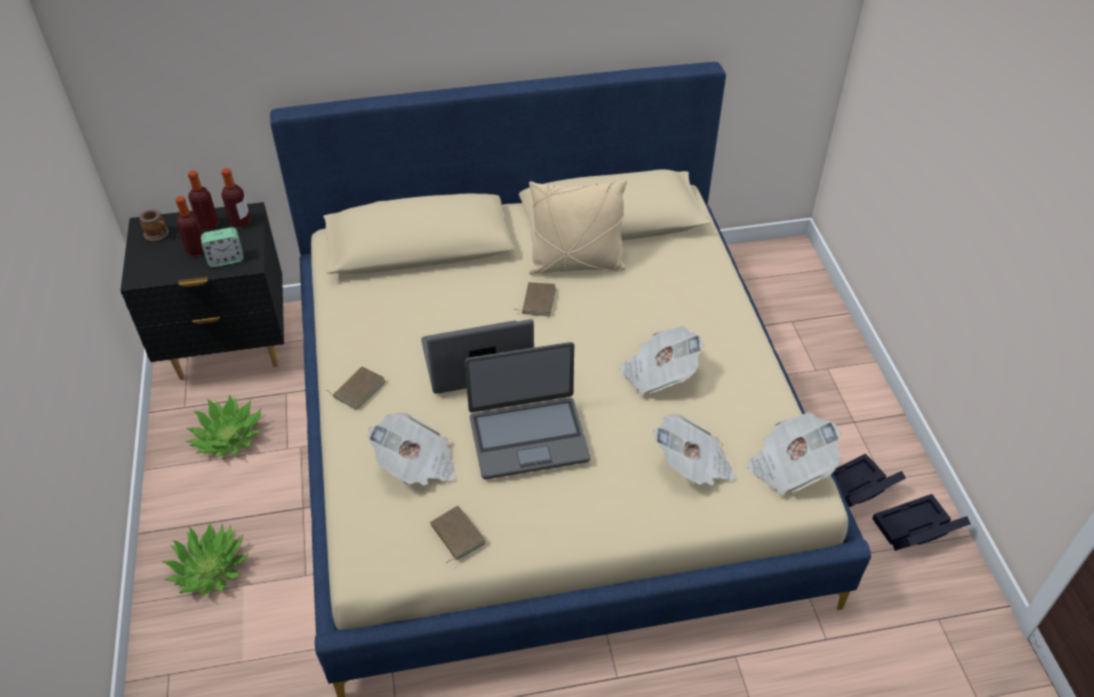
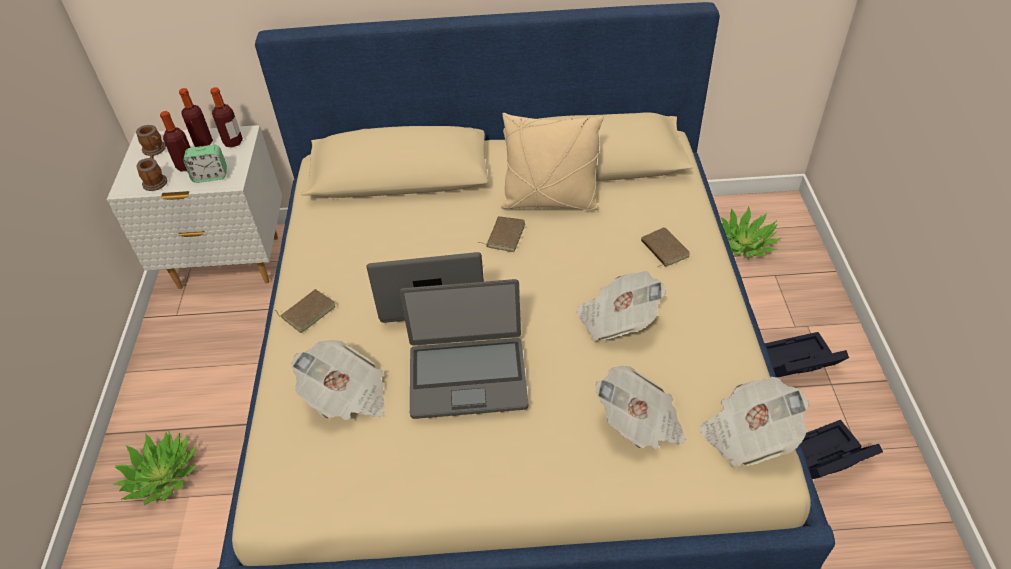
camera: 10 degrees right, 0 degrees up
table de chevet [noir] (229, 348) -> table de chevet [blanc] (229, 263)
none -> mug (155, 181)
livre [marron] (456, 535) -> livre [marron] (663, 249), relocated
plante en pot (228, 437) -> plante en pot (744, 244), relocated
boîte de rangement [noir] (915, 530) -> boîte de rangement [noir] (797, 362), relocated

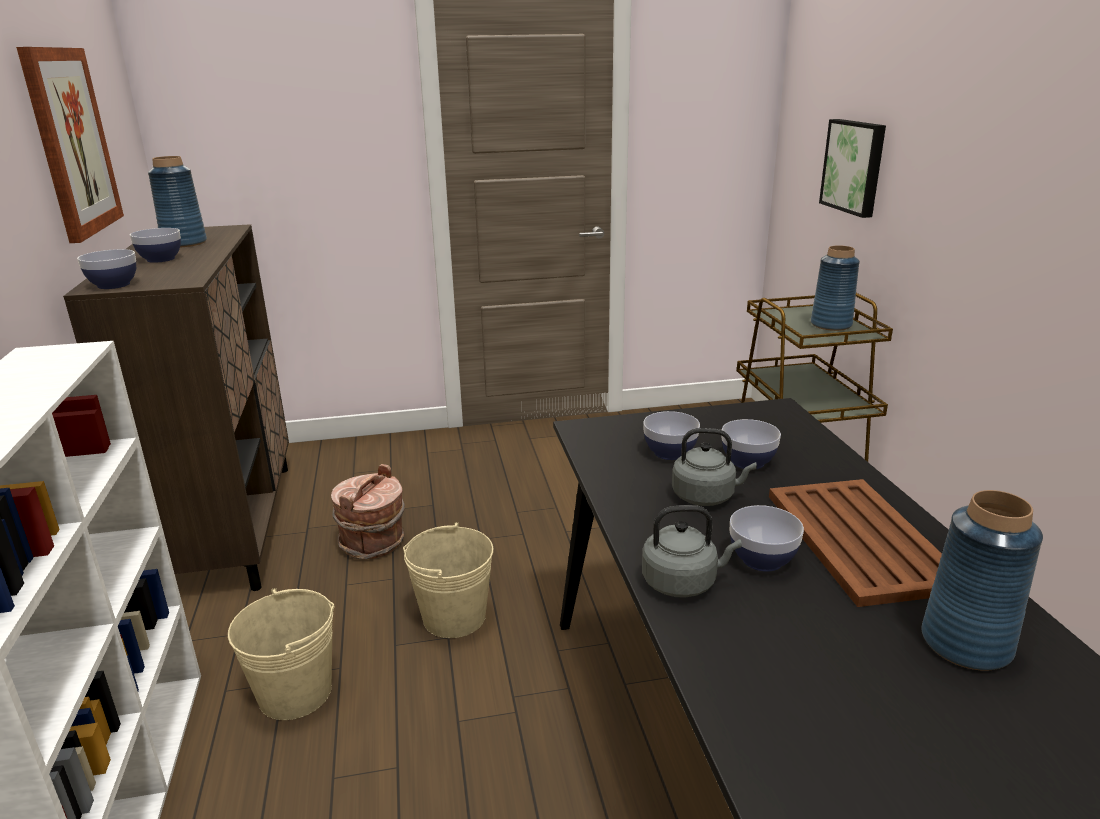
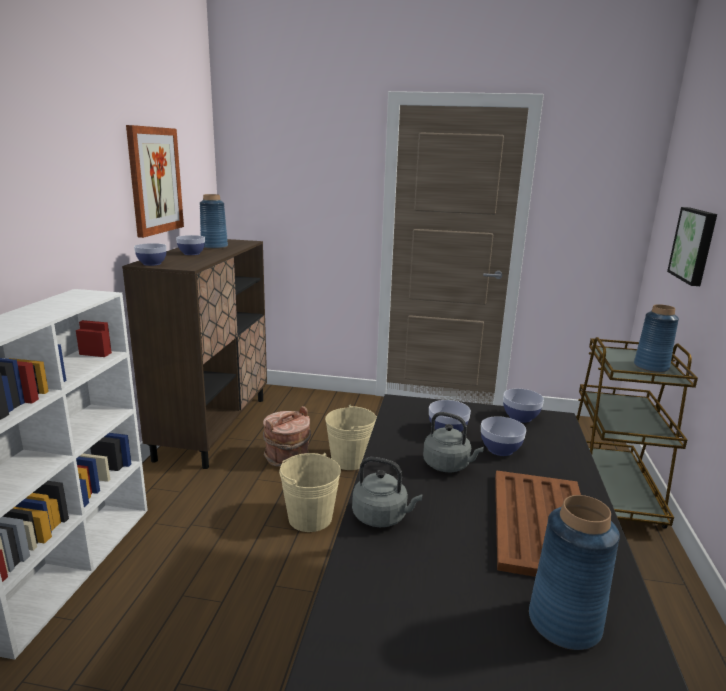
camera: 20 degrees right, 5 degrees down
seau [beige] (295, 693) -> seau [beige] (349, 460), relocated
bol (762, 559) -> bol (520, 417), relocated

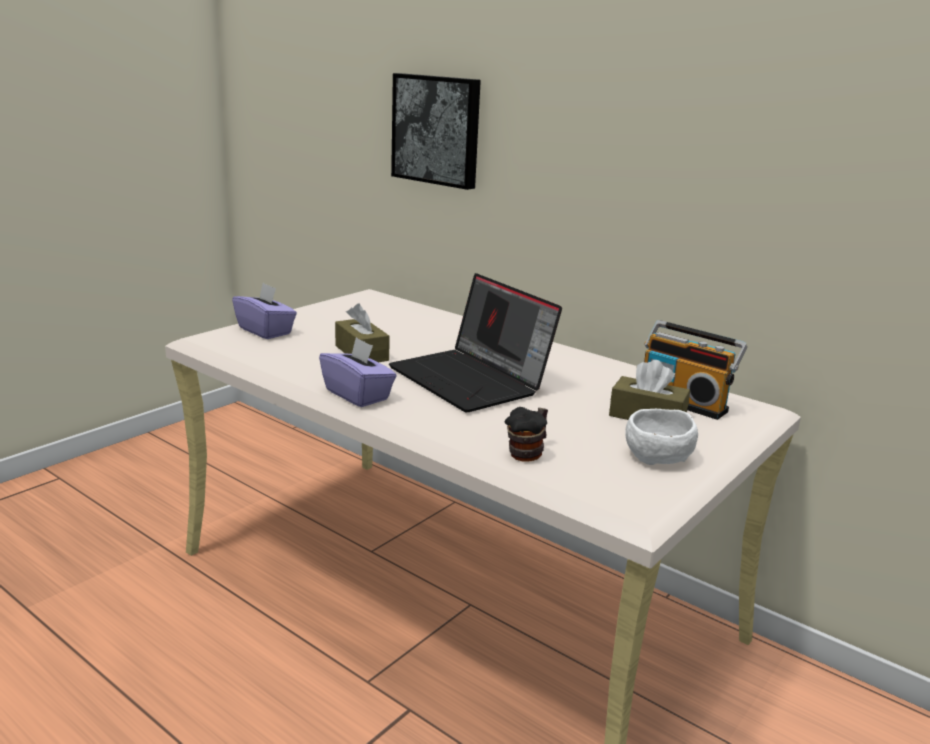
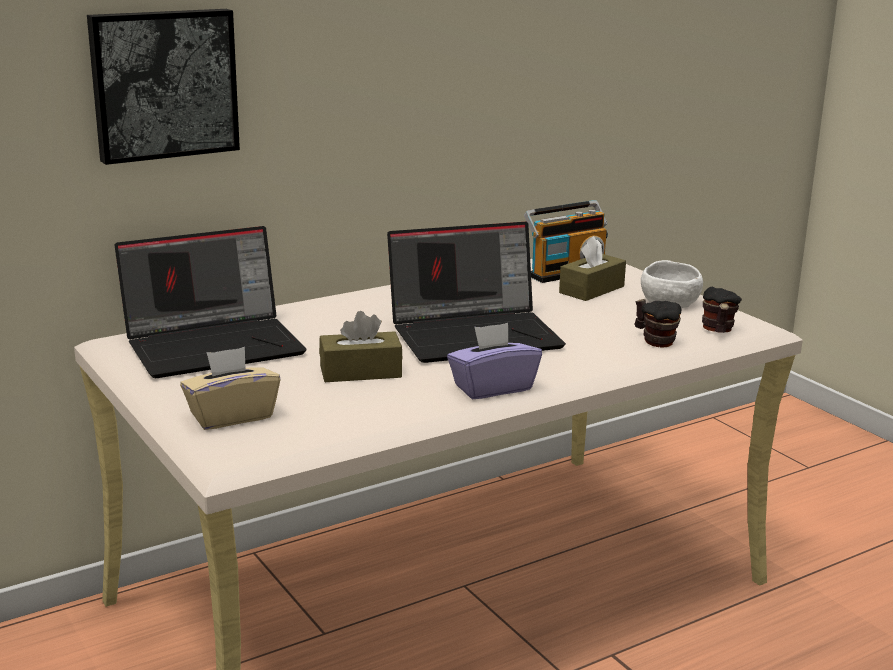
camera: 70 degrees left, 0 degrees up
none -> ordinateur portable (215, 345)
boîte à mouchoirs [violet] (265, 331) -> boîte à mouchoirs [beige] (231, 416)
none -> mug (717, 331)

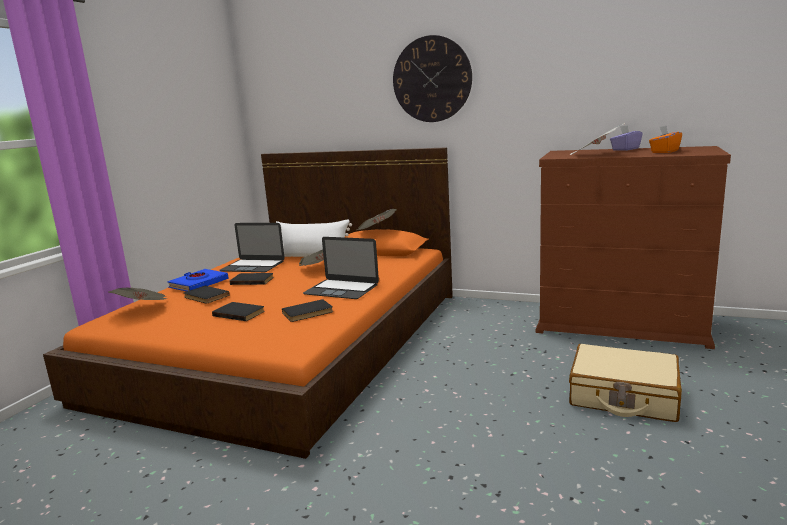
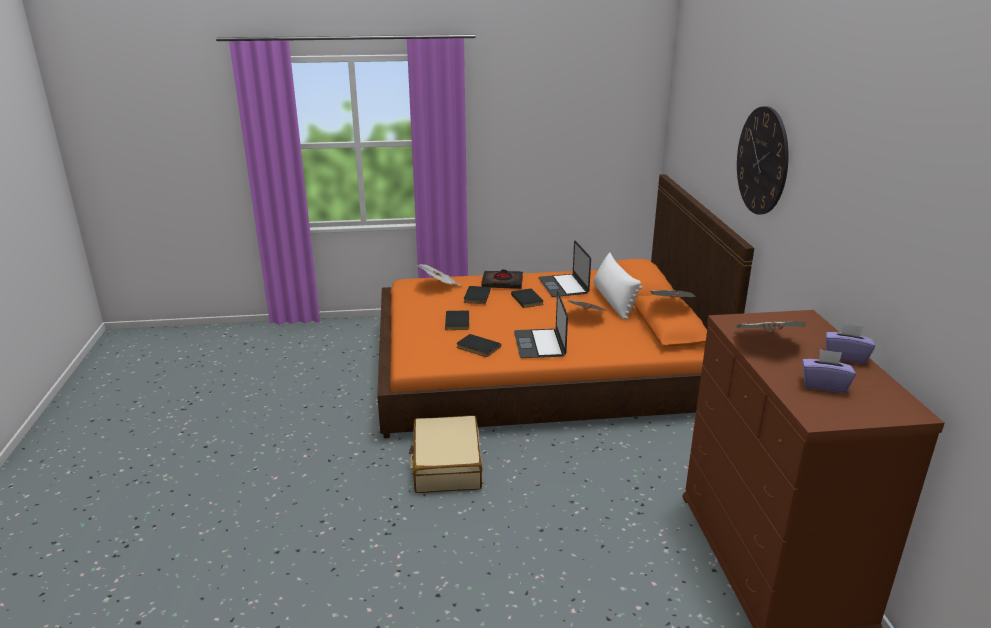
camera: 60 degrees right, 10 degrees up
valise [beige] (623, 396) -> valise [beige] (446, 465), relocated
livre [bleu] (198, 284) -> livre [noir] (502, 283)
boîte à mouchoirs [orange] (664, 152) -> boîte à mouchoirs [violet] (824, 385)

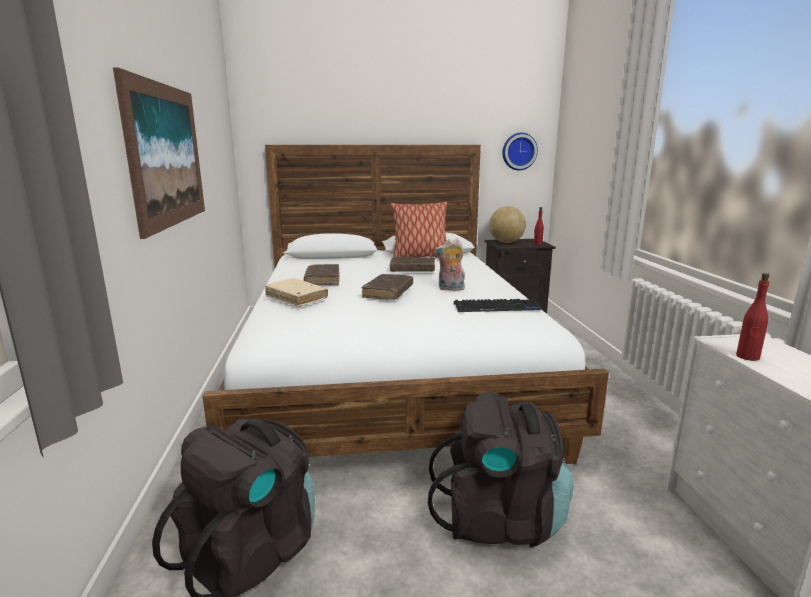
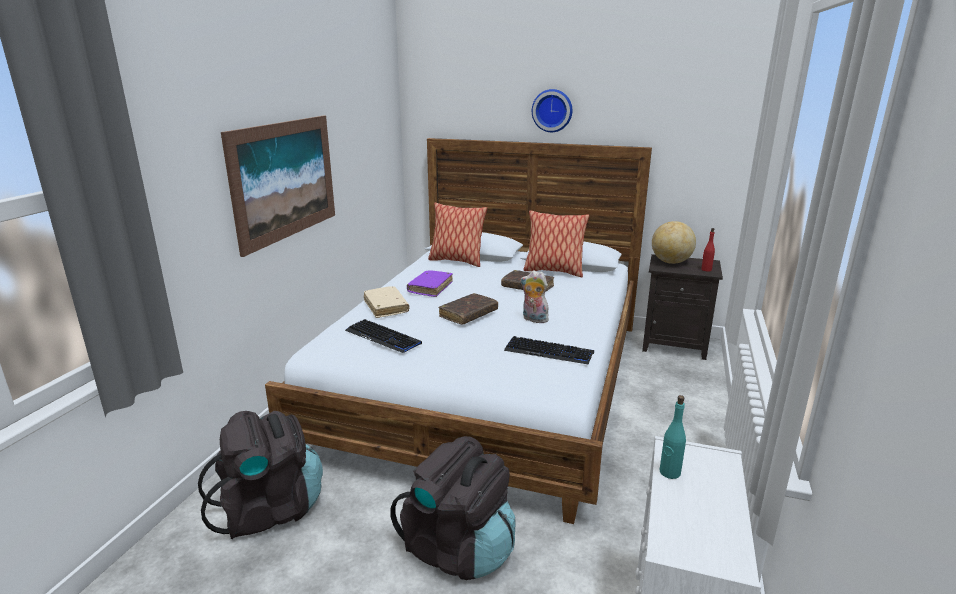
camera: 25 degrees right, 5 degrees up
none -> clavier (383, 337)
livre [marron] (322, 280) -> livre [violet] (430, 288)
none -> coussin (456, 261)
horloge murale (518, 151) -> horloge murale (552, 110), relocated
bouteille [rouge] (747, 357) -> bouteille [turquoise] (669, 472)

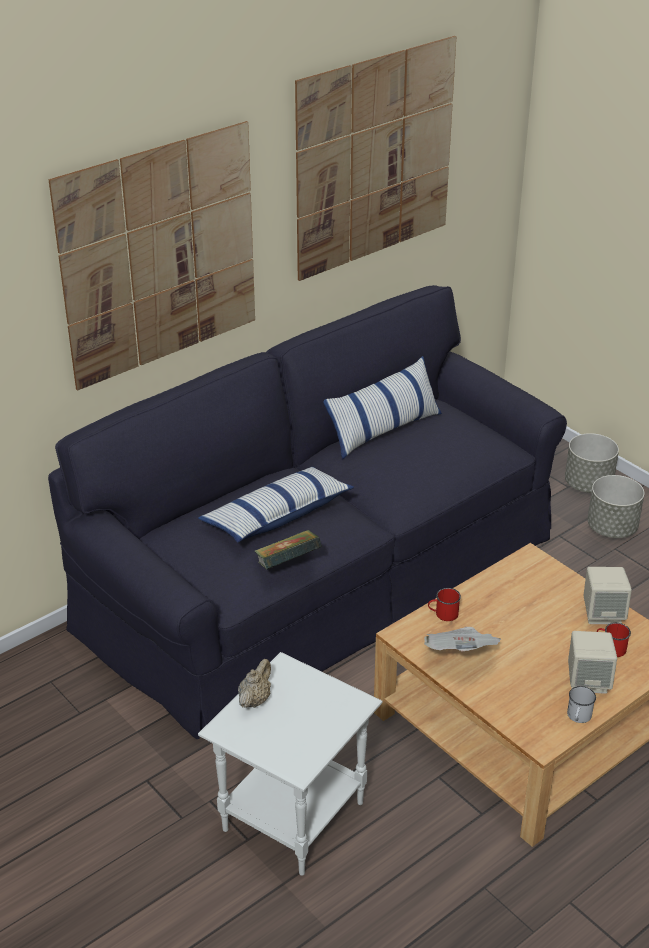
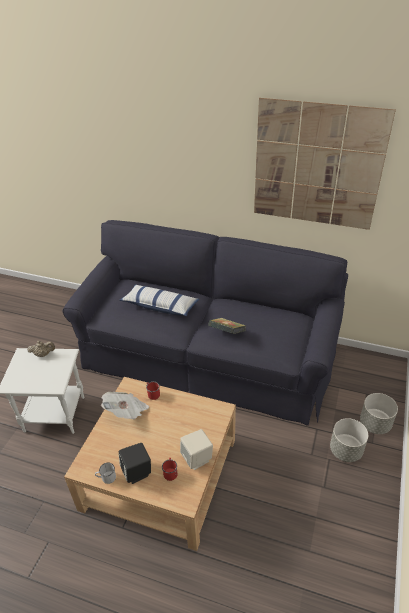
camera: 60 degrees right, 5 degrees up
enceinte [beige] (588, 681) -> enceinte [noir] (137, 472)
livre (288, 565) -> livre (227, 333), relocated
tableau (159, 255) -> none
coussin (383, 430) -> none

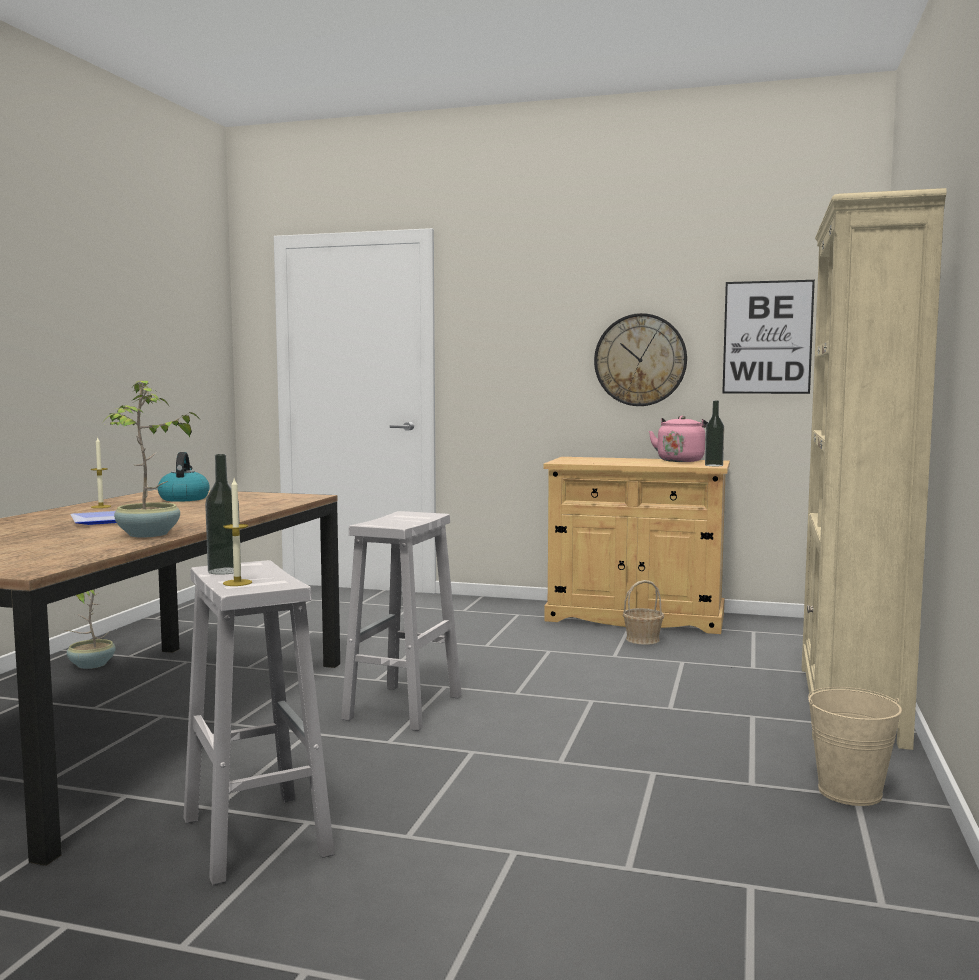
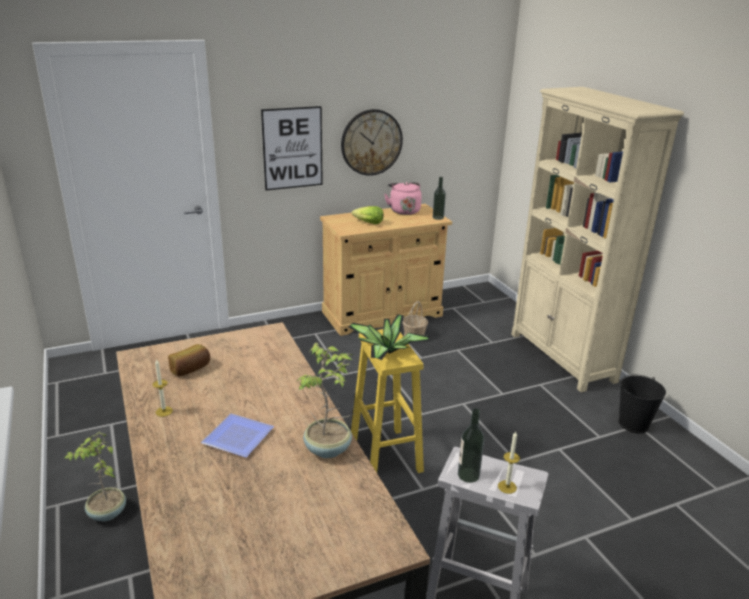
camera: 40 degrees left, 20 degrees up
bouilloire (184, 498) -> pain (191, 369)
tableau (767, 337) -> tableau (292, 148), relocated
none -> plante en pot (387, 352)
tabouret [blanc] (402, 708) -> tabouret [jaune] (386, 456)
none -> laitue (368, 223)
seau [beige] (850, 792) -> seau [noir] (634, 424)

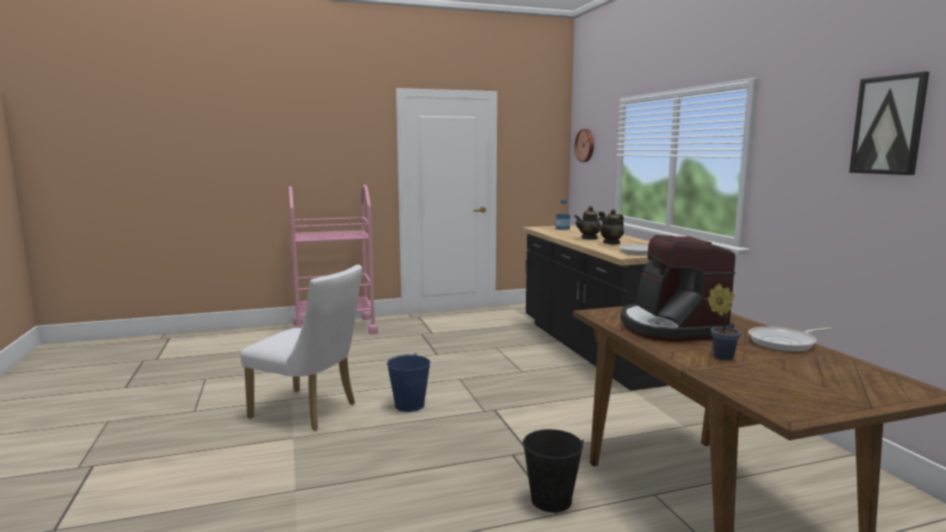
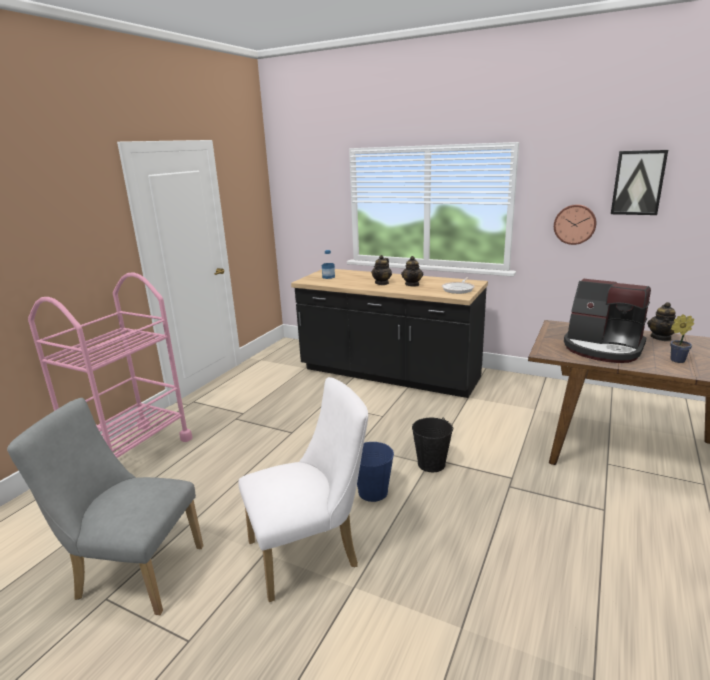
camera: 45 degrees left, 10 degrees up
none -> chaise [gris] (133, 572)
seau [noir] (551, 500) -> seau [noir] (431, 464), relocated
horloge murale (585, 145) -> horloge murale (574, 224), relocated
poêle (785, 343) -> théière (661, 338)

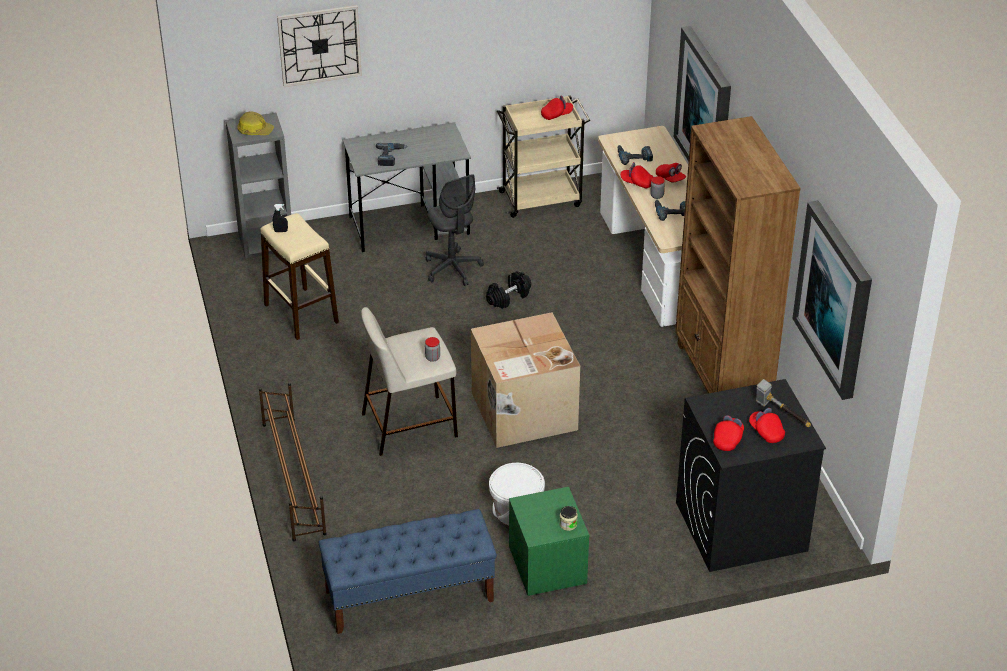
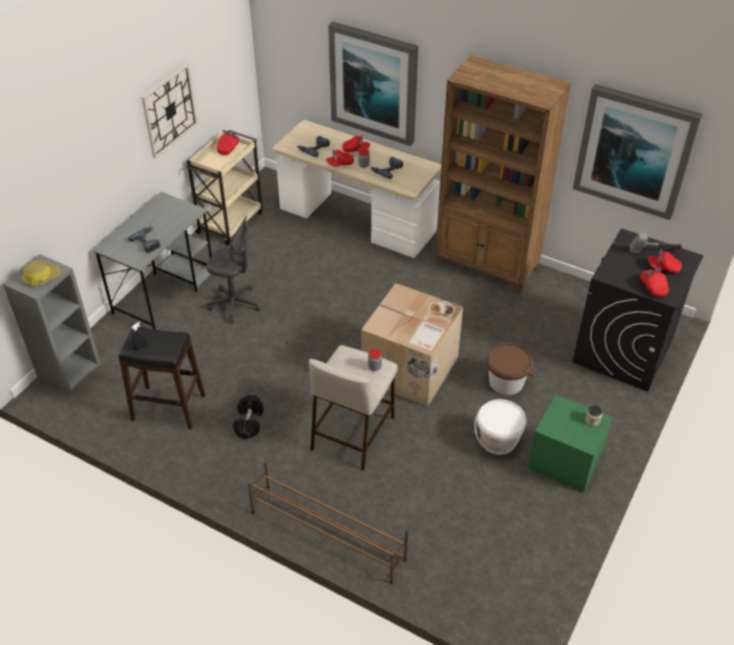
camera: 45 degrees left, 5 degrees up
tabouret [beige] (301, 313) -> tabouret [noir] (169, 407)
horloge murale (319, 45) -> horloge murale (169, 110), relocated
haltère [noir] (508, 298) -> haltère [noir] (249, 422), relocated
none -> seau [marron] (506, 382)
banc [bleu] (408, 596) -> none

